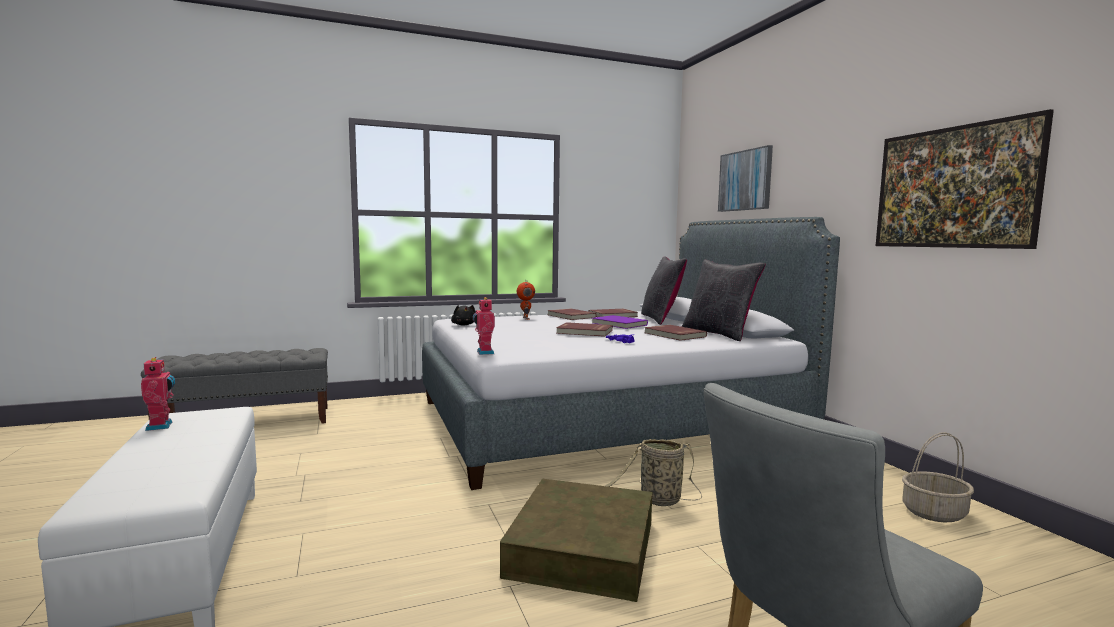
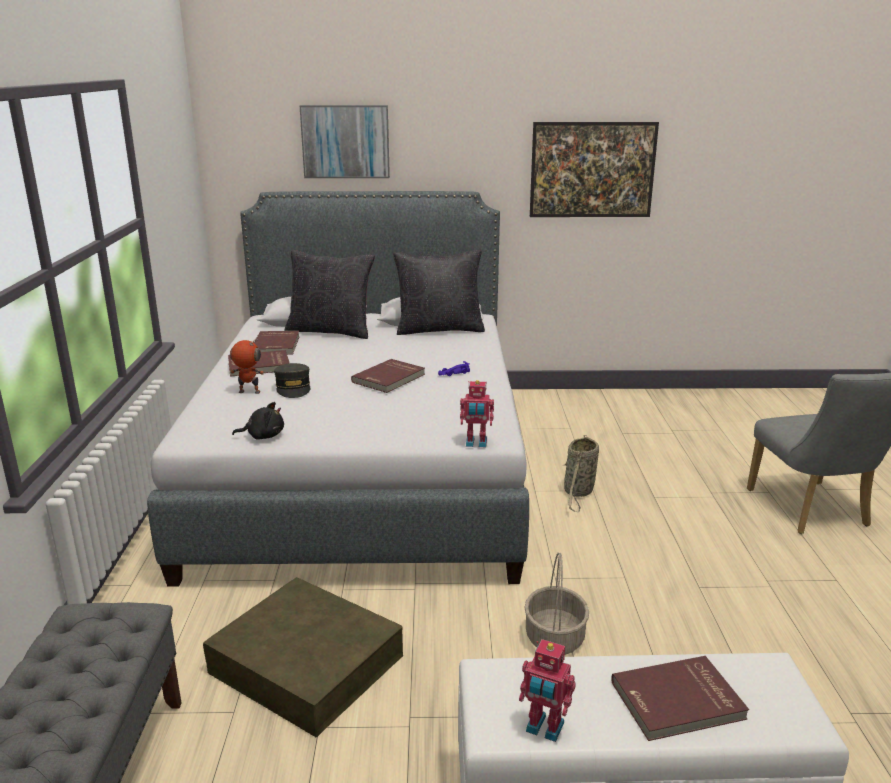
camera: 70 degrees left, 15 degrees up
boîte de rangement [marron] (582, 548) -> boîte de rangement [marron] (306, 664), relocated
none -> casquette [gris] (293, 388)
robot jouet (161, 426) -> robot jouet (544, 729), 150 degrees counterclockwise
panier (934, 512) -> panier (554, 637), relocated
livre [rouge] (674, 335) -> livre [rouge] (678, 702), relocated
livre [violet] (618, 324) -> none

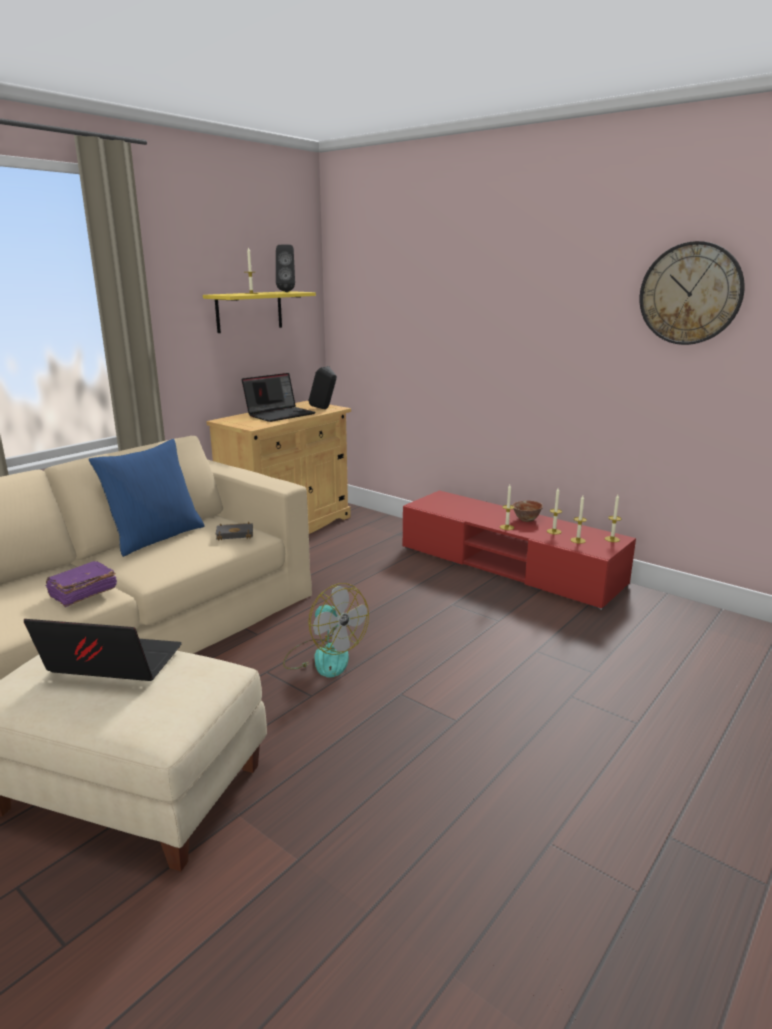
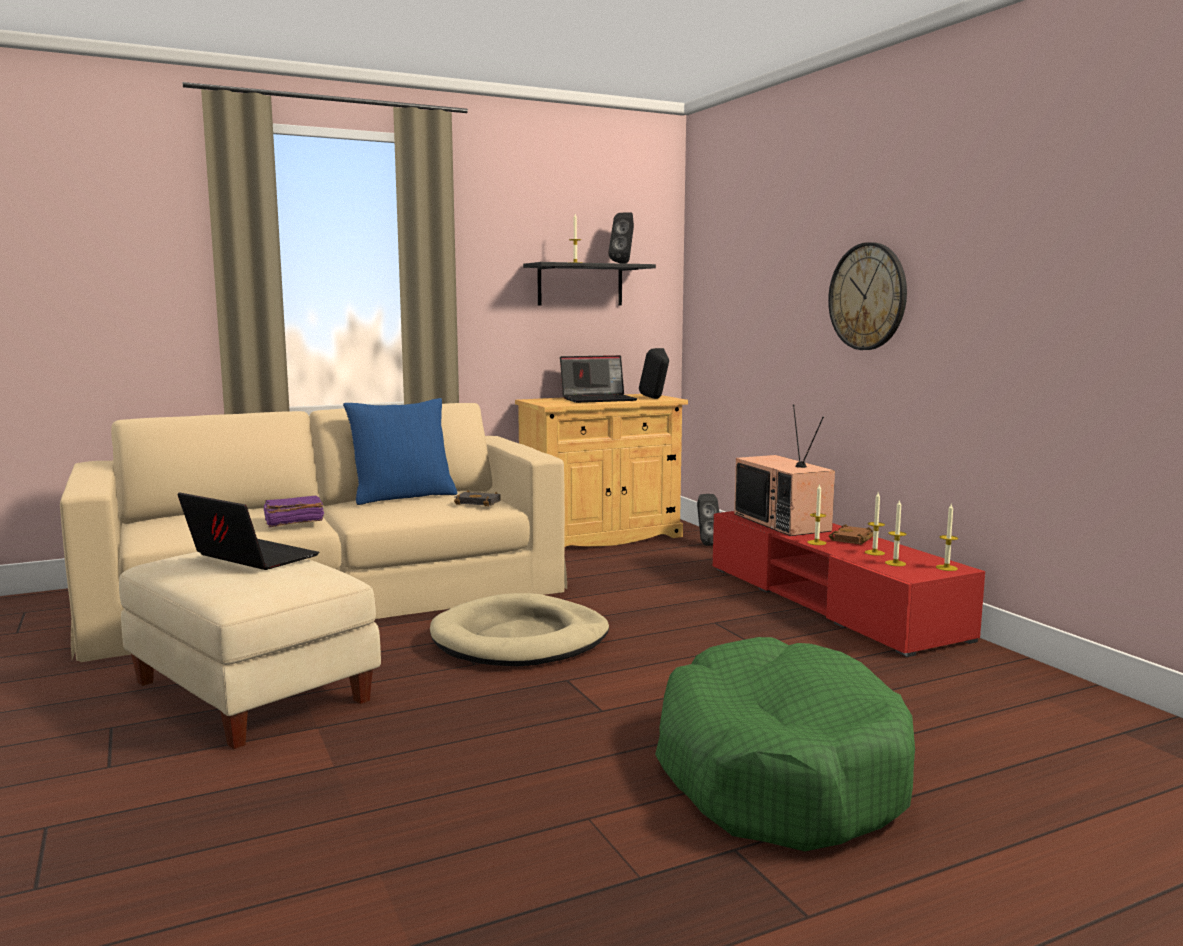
camera: 25 degrees right, 10 degrees down
ventilateur (324, 657) -> panier pour chien [beige] (520, 639)
étagère [jaune] (249, 311) -> étagère [noir] (580, 285)
none -> panier pour chien [vert] (779, 772)
none -> enceinte [noir] (706, 544)
none -> téléviseur (784, 522)
horloge murale (690, 294) -> horloge murale (868, 296), relocated
bol (526, 519) -> livre [marron] (853, 539)

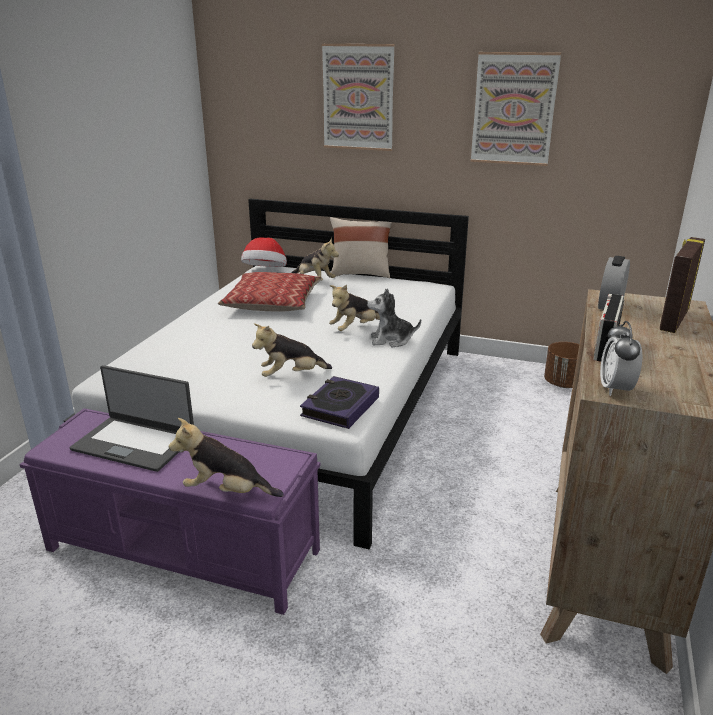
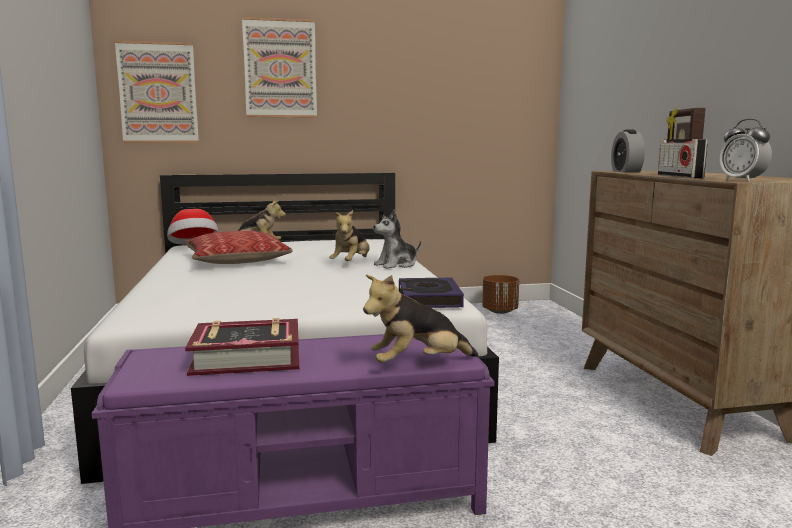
camera: 30 degrees left, 15 degrees down
tableau (514, 109) -> tableau (158, 93), relocated
ordinateur portable (135, 443) -> livre (247, 358)
peluche (291, 375) -> none
coussin [beige] (360, 274) -> none

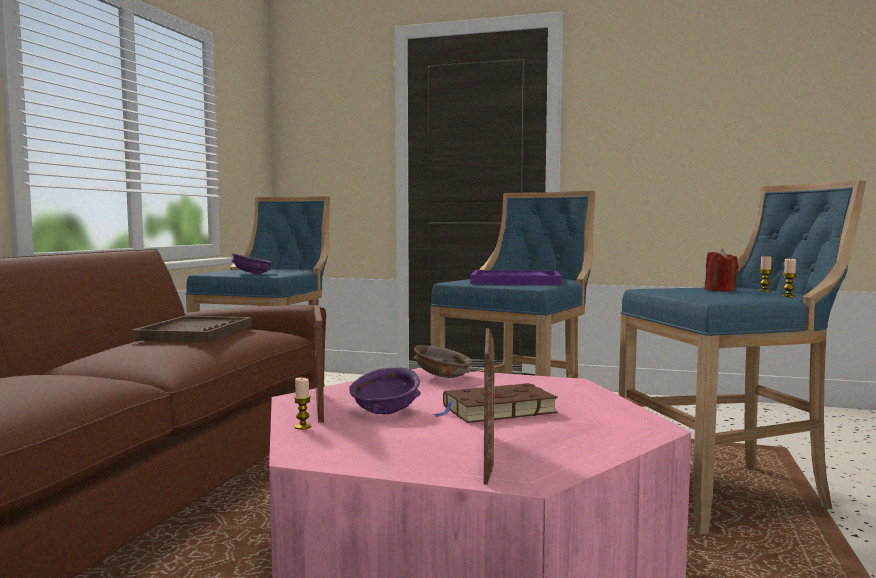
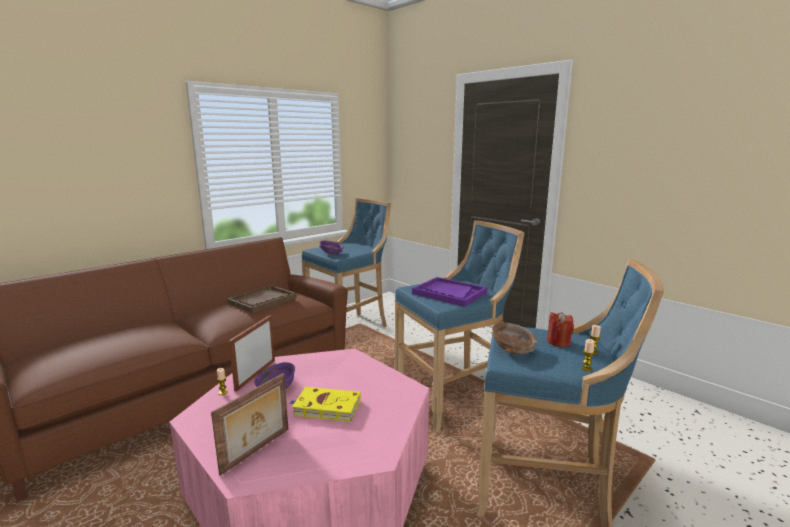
camera: 30 degrees right, 10 degrees up
livre [marron] (496, 410) -> livre [jaune] (325, 407)
bol [marron] (442, 377) -> bol [marron] (512, 350), relocated

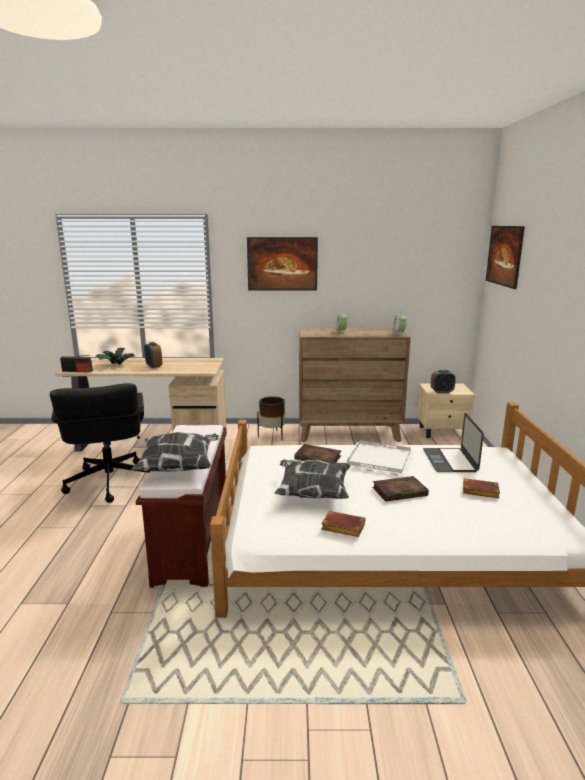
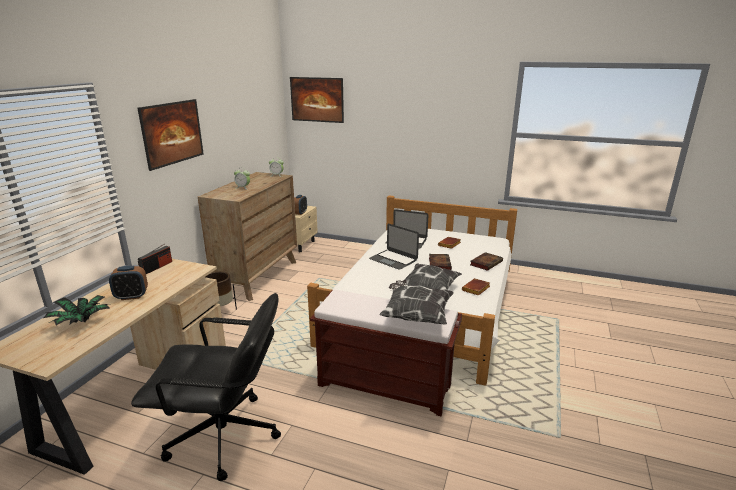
camera: 70 degrees left, 5 degrees up
radio (77, 371) -> radio (156, 267), relocated
plateau [blanc] (380, 461) -> ordinateur portable (393, 259)
livre (319, 458) -> livre (486, 263), relocated

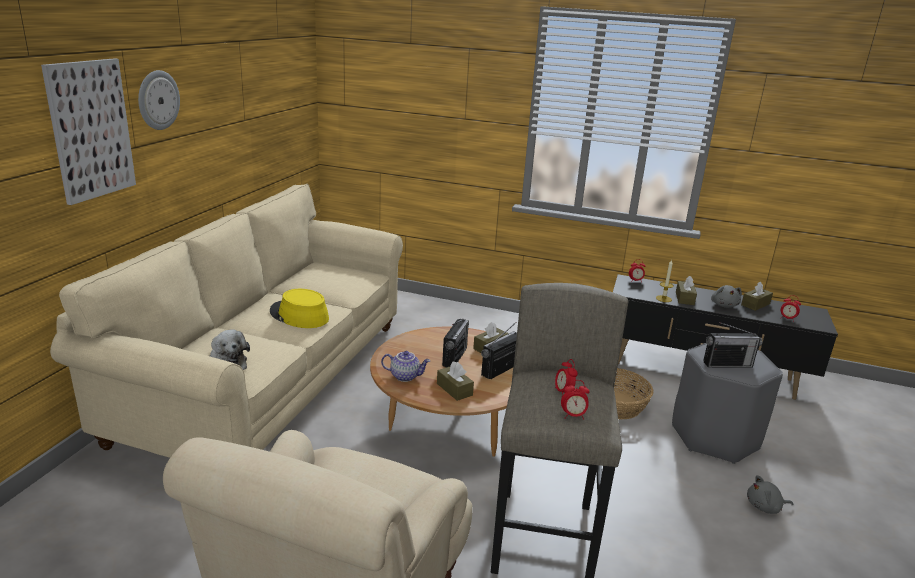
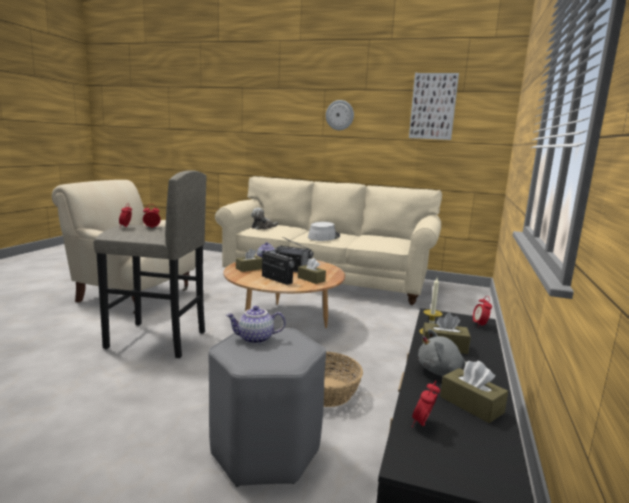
camera: 90 degrees right, 10 degrees down
radio (727, 364) -> théière (255, 339)
chapeau [jaune] (299, 315) -> chapeau [gris] (323, 237)
tableau (91, 130) -> tableau (433, 106), relocated
peluche [gris] (765, 507) -> none

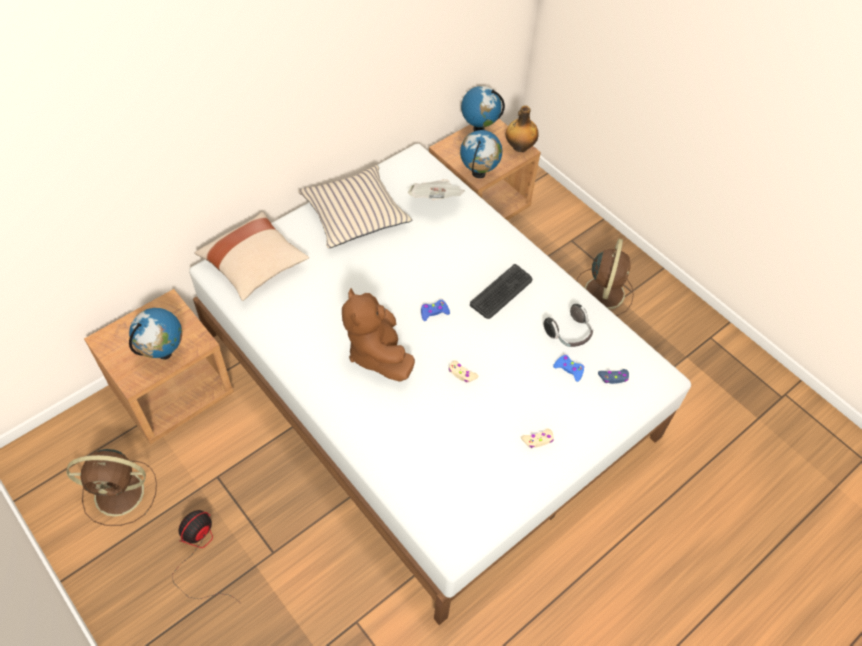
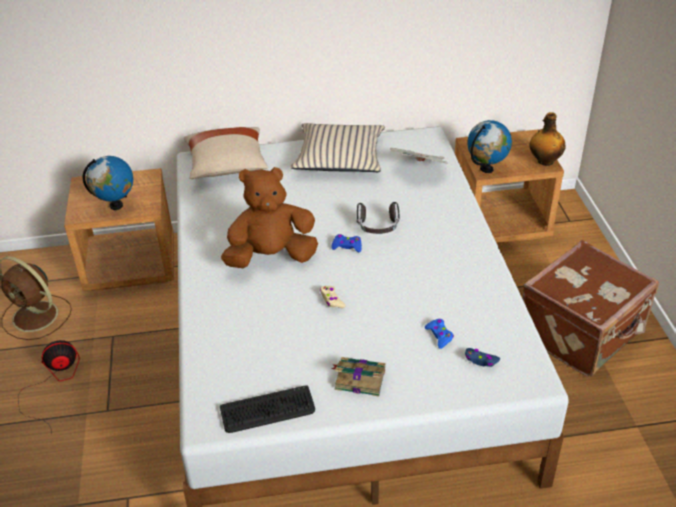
camera: 35 degrees right, 15 degrees down
clavier (501, 292) -> clavier (267, 410), relocated
peluche [marron] (377, 352) -> peluche [marron] (271, 257), 60 degrees clockwise
manette [beige] (538, 440) -> livre (358, 378)
casque audio (569, 334) -> casque audio (378, 228), relocated
ventilateur [marron] (604, 291) -> valise [marron] (582, 333)
globe (479, 129) -> none

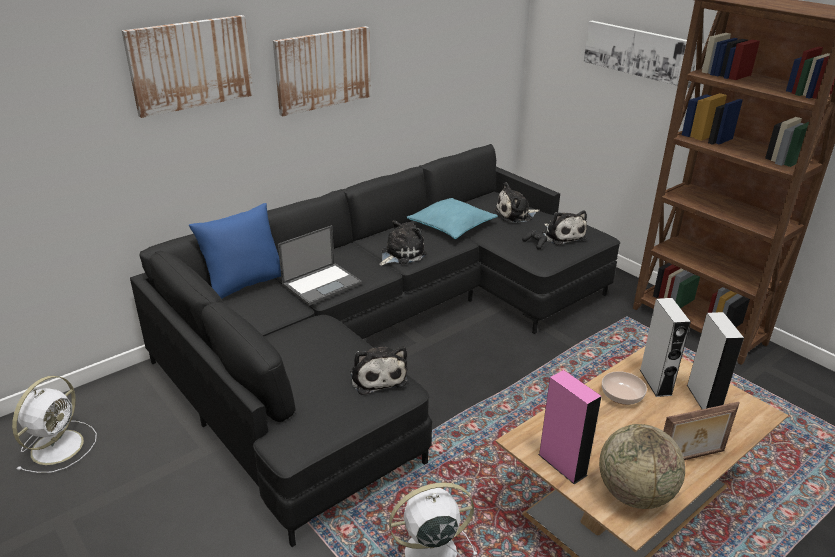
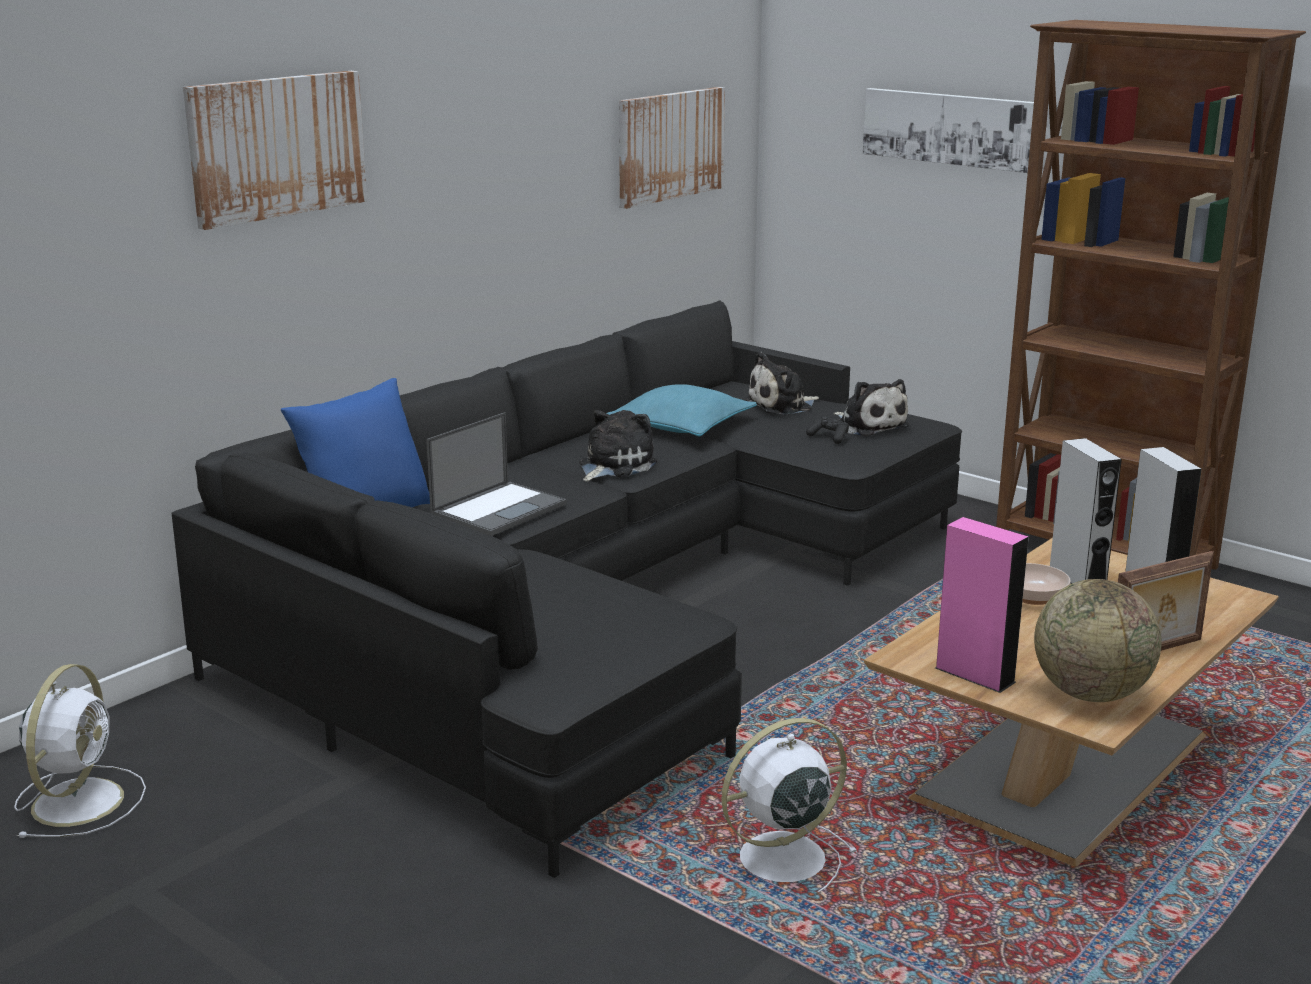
camera: 10 degrees left, 10 degrees down
tableau (323, 69) -> tableau (670, 145), relocated
peluche (377, 376) -> none

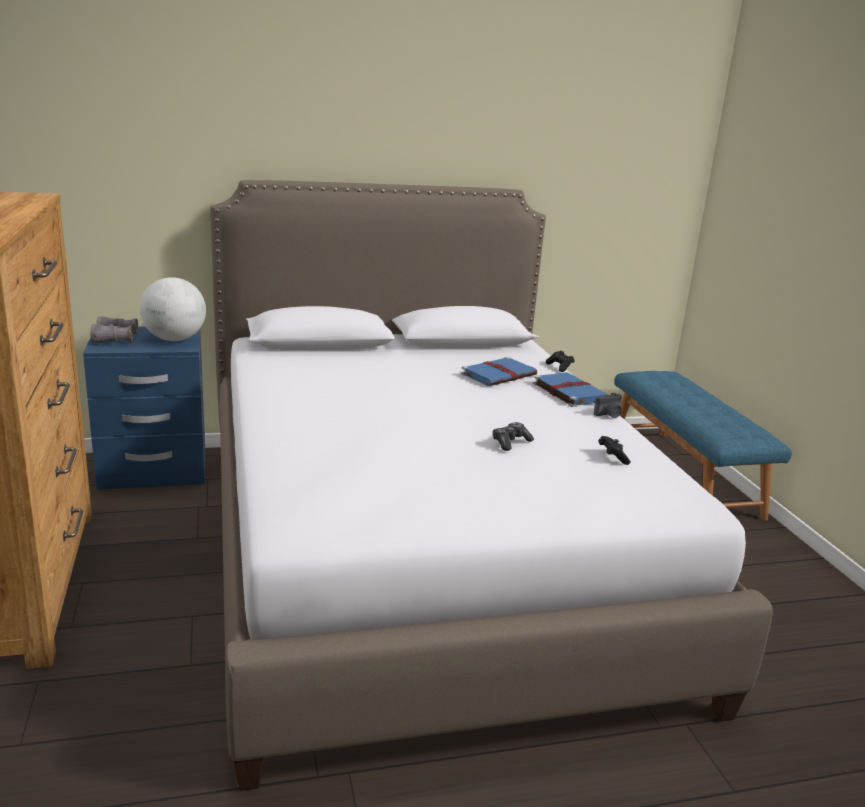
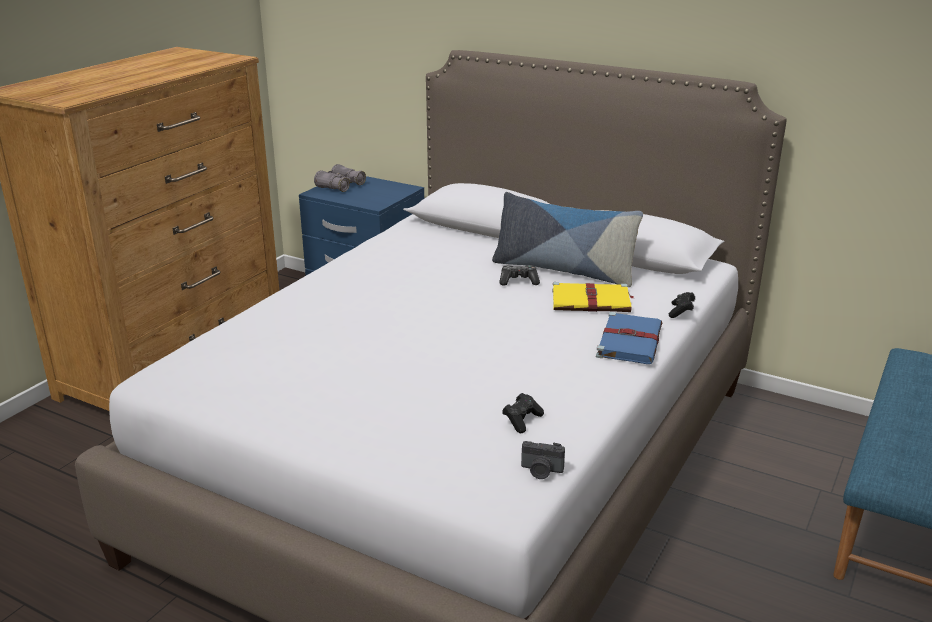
camera: 45 degrees right, 5 degrees up
none -> coussin (563, 270)
manette (510, 442) -> manette (518, 281), relocated
appareil photo (609, 415) -> appareil photo (541, 471), relocated
livre [bleu] (499, 374) -> livre [jaune] (592, 301)
globe (174, 339) -> none

